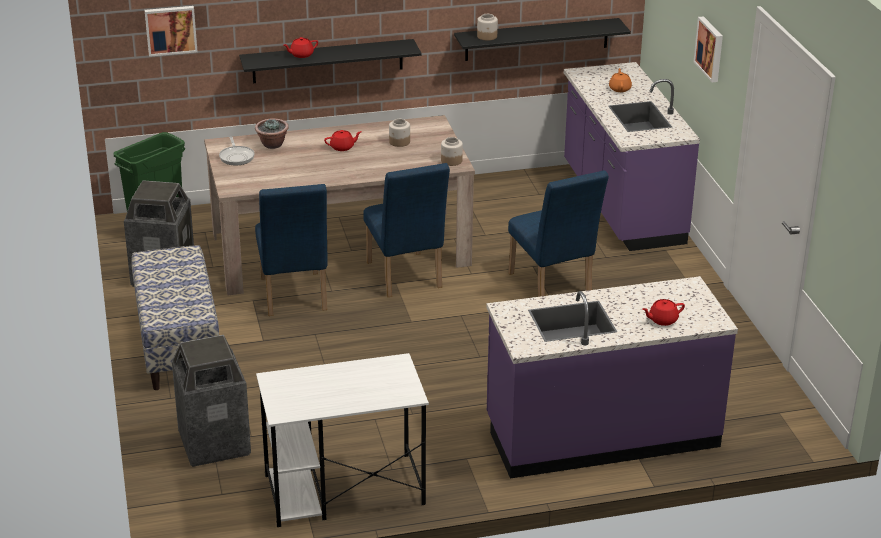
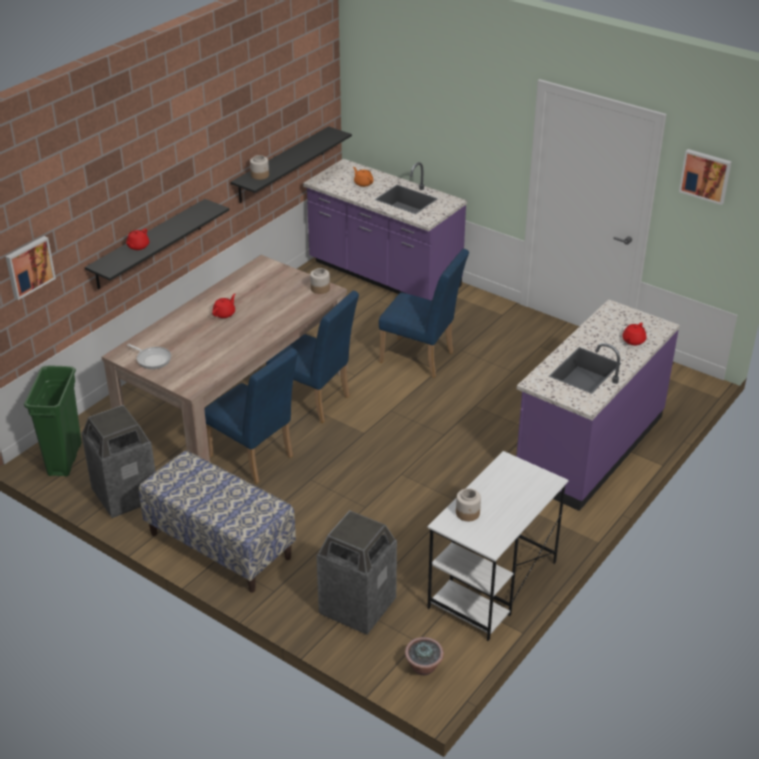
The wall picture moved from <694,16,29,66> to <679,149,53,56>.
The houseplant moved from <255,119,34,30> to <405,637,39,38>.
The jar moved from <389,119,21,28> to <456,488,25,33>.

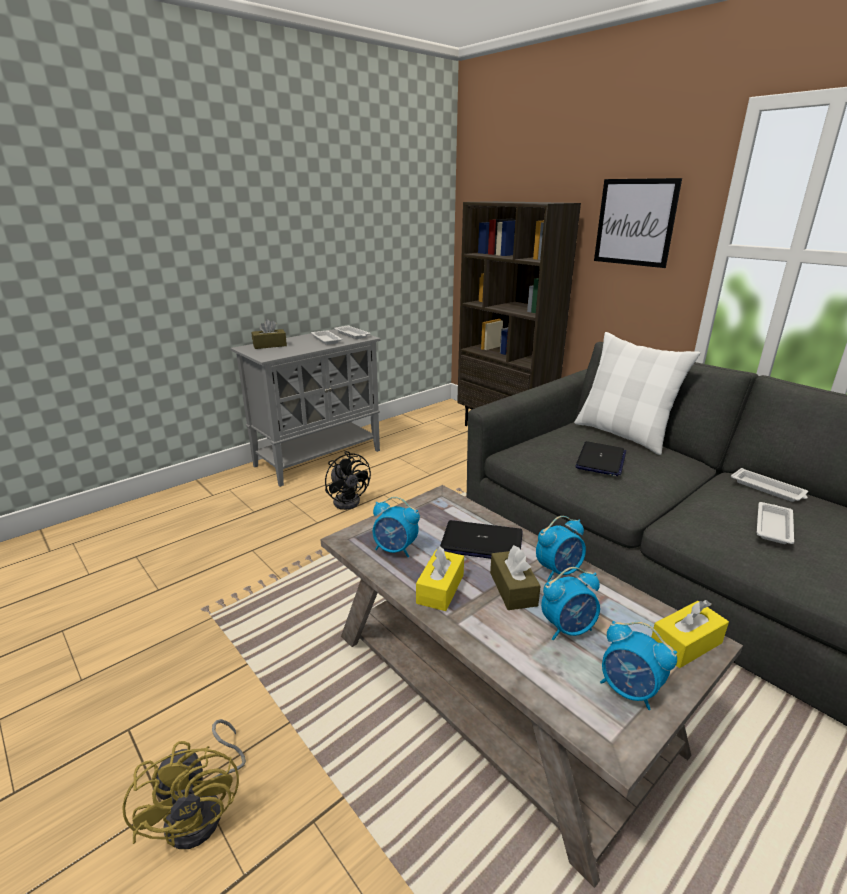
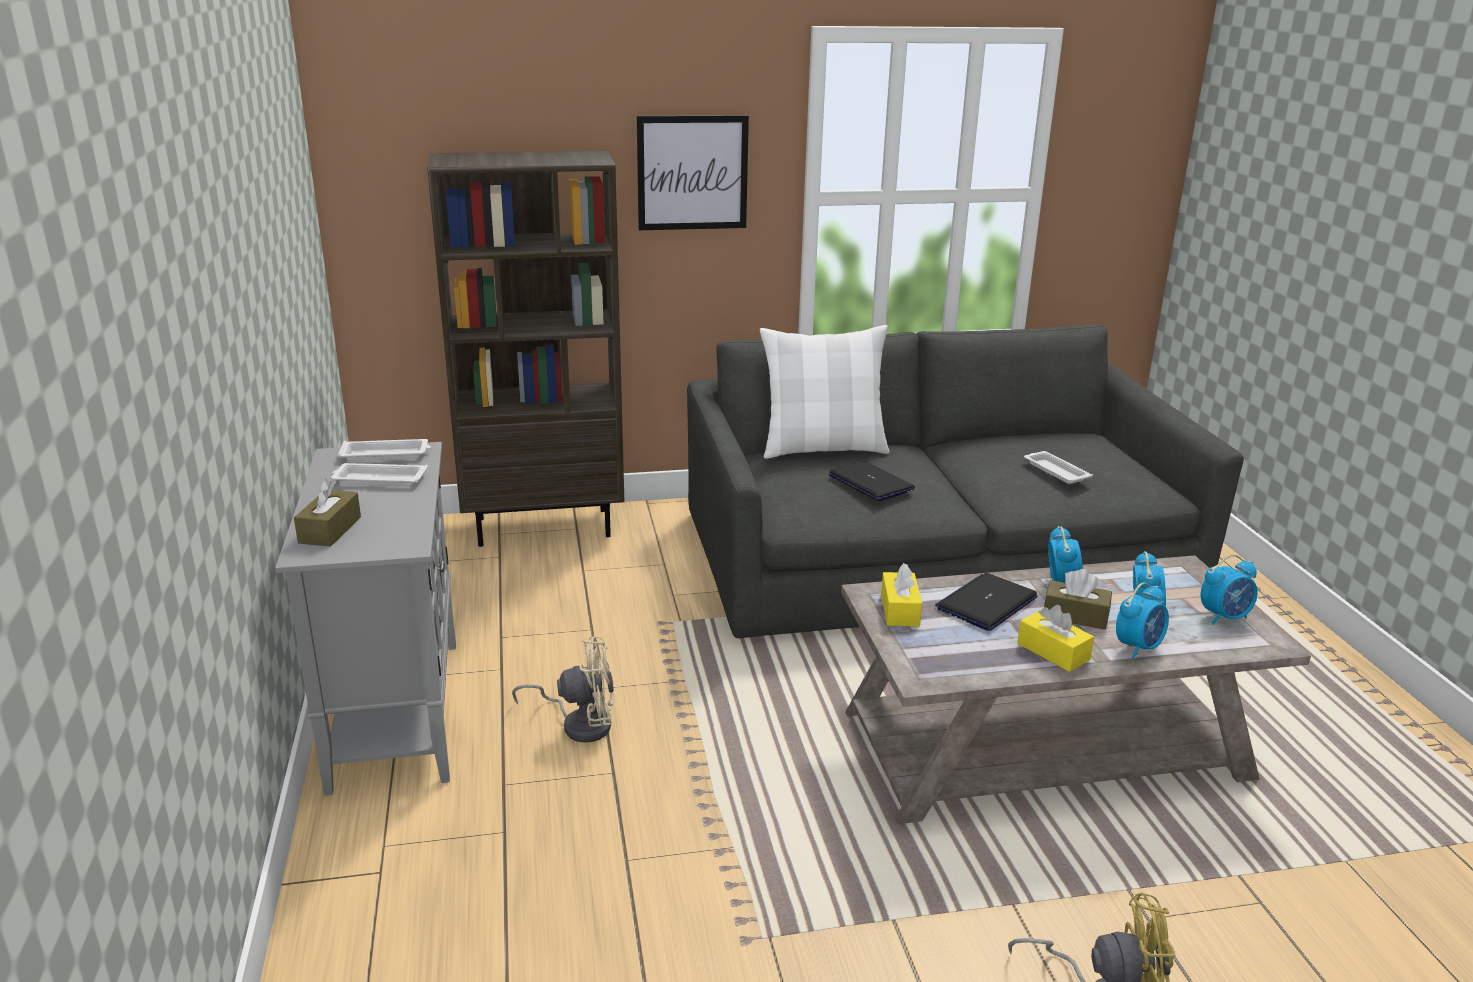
The electric fan (blackish) at <325,451,46,59> became the electric fan (sand-coloured) at <512,636,102,107>.
The tray (whitish) at <731,468,77,34> disappeared.
The alarm clock moved from <373,497,47,60> to <1116,583,53,76>.
The tissue box (yellow-coloured) moved from <651,600,78,68> to <881,563,41,63>.

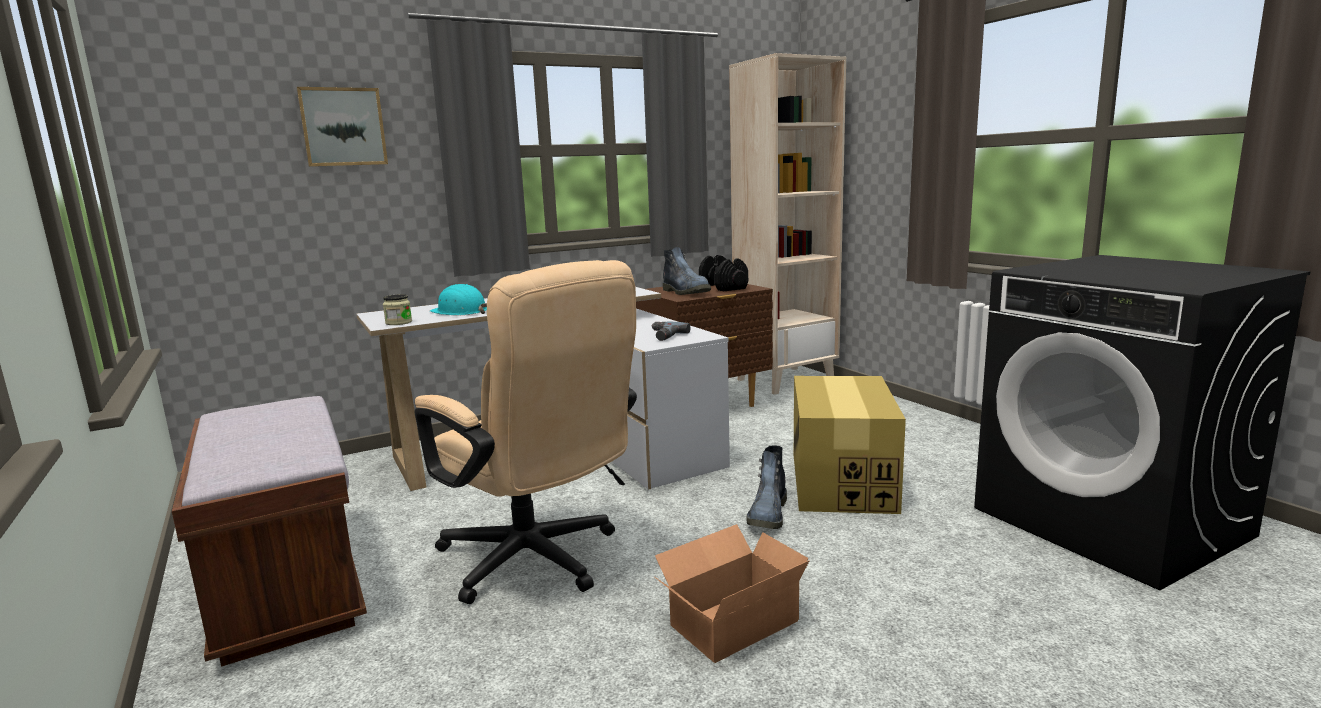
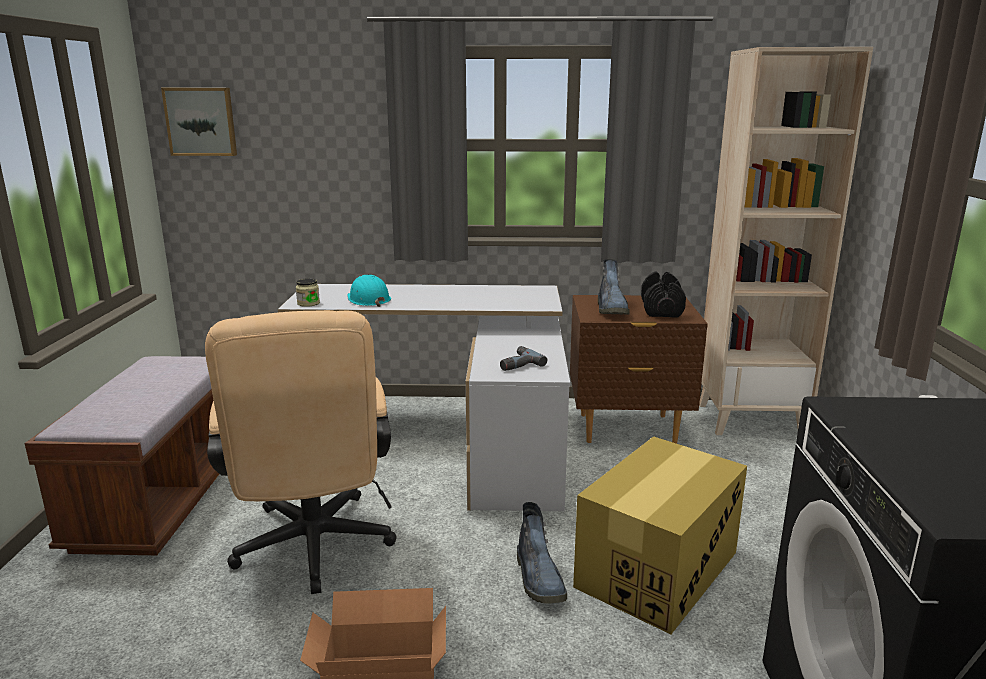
The wall picture moved from <297,87,91,80> to <161,88,76,68>.
The tall boot at <746,445,41,84> turned 60 degrees counterclockwise.

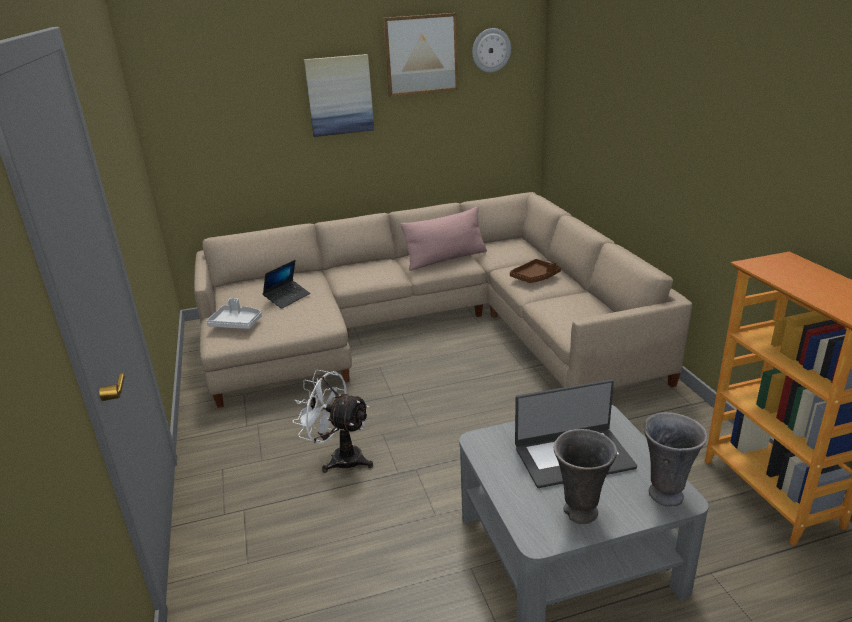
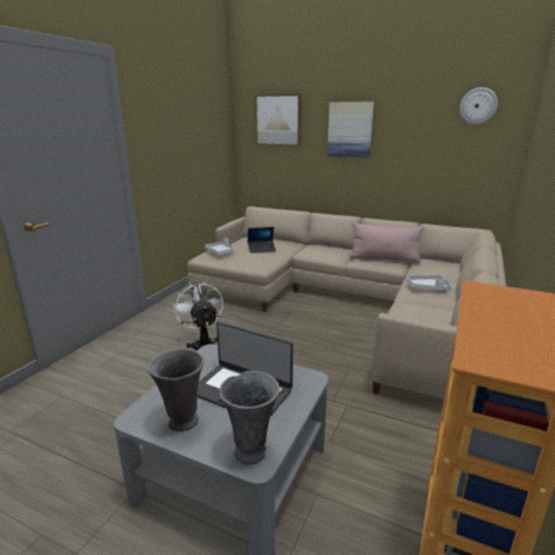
The wall picture moved from <383,13,75,84> to <255,94,46,52>.
The tray (brownish) at <510,259,51,24> became the tray (grey) at <406,275,46,15>.

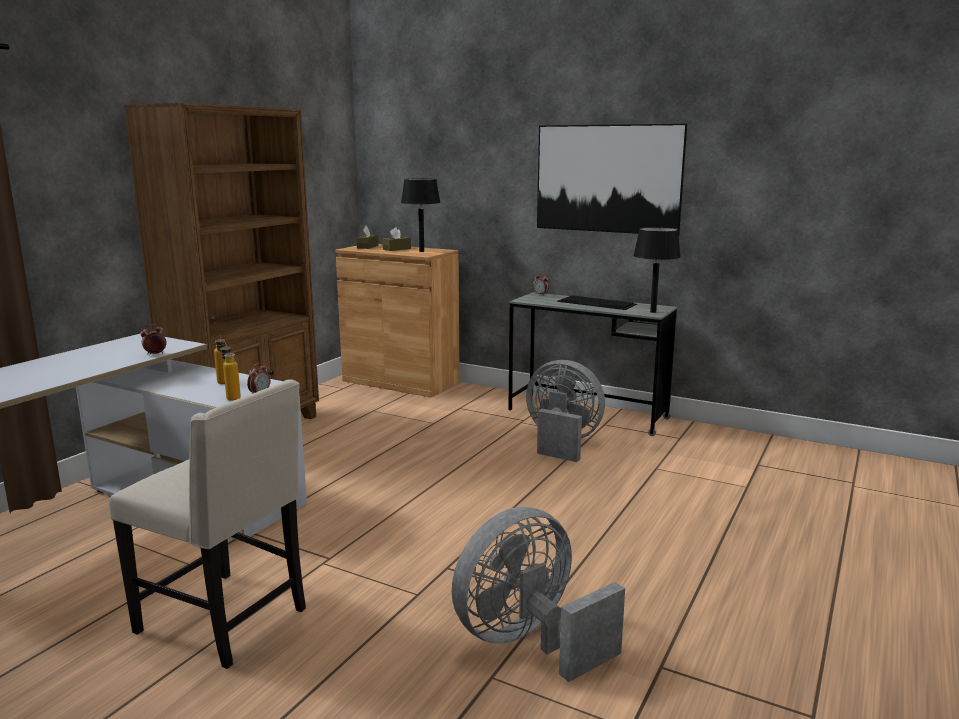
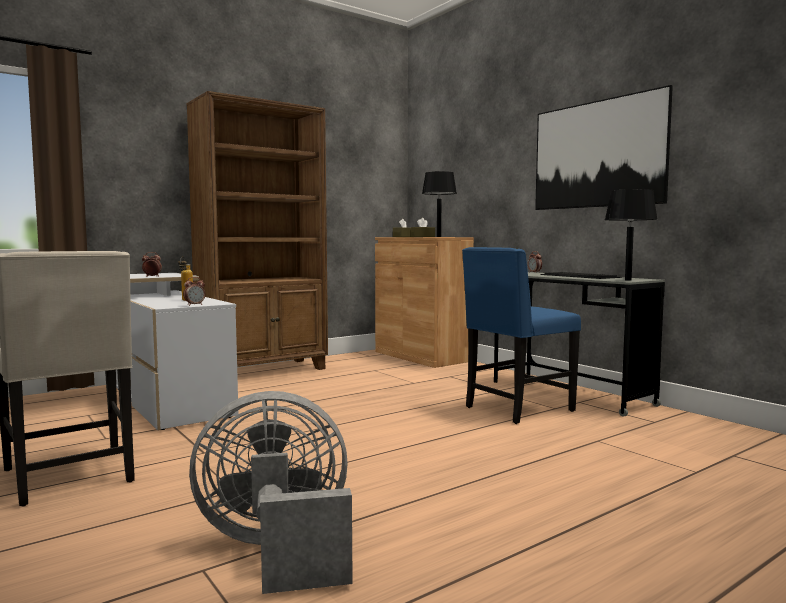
The bottle at <220,342,21,58> disappeared.
The electric fan (grey) at <526,360,79,102> was replaced by the plain chair (bluish) at <462,247,119,177>.

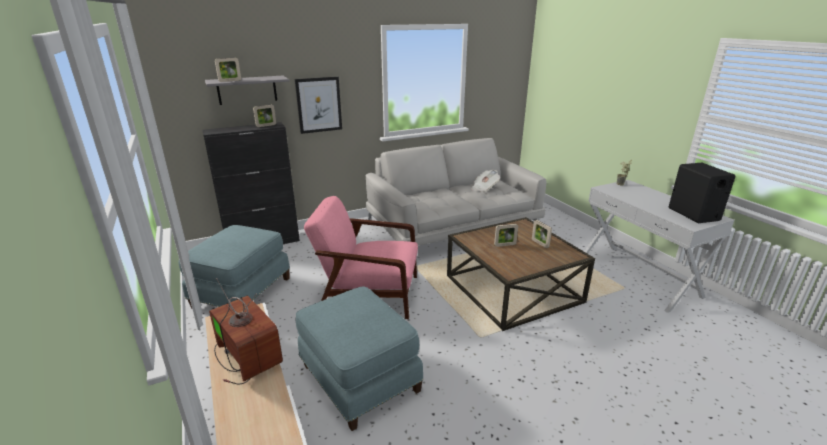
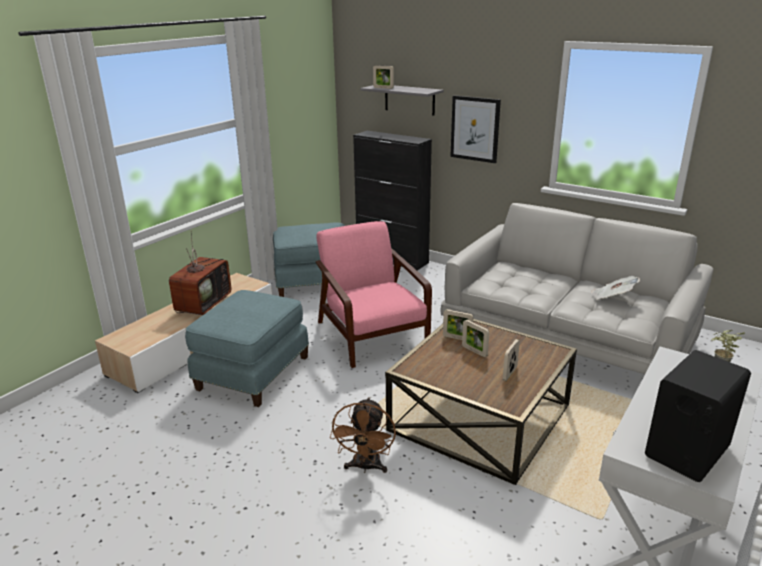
The picture frame moved from <253,105,23,22> to <443,309,31,31>.
The electric fan (brownish) at <330,397,66,76> appeared.

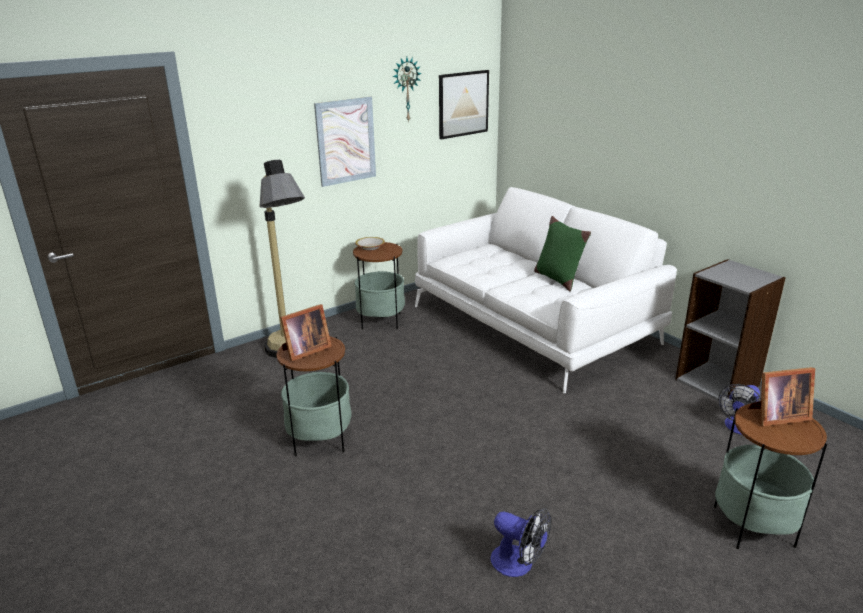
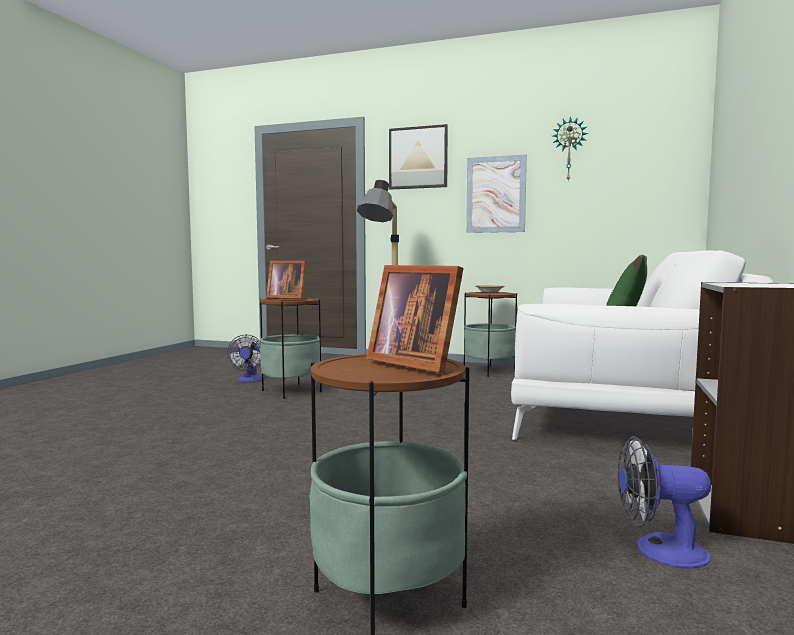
The wall picture moved from <439,70,50,69> to <389,124,59,66>.
The electric fan moved from <491,508,60,69> to <228,335,36,47>.

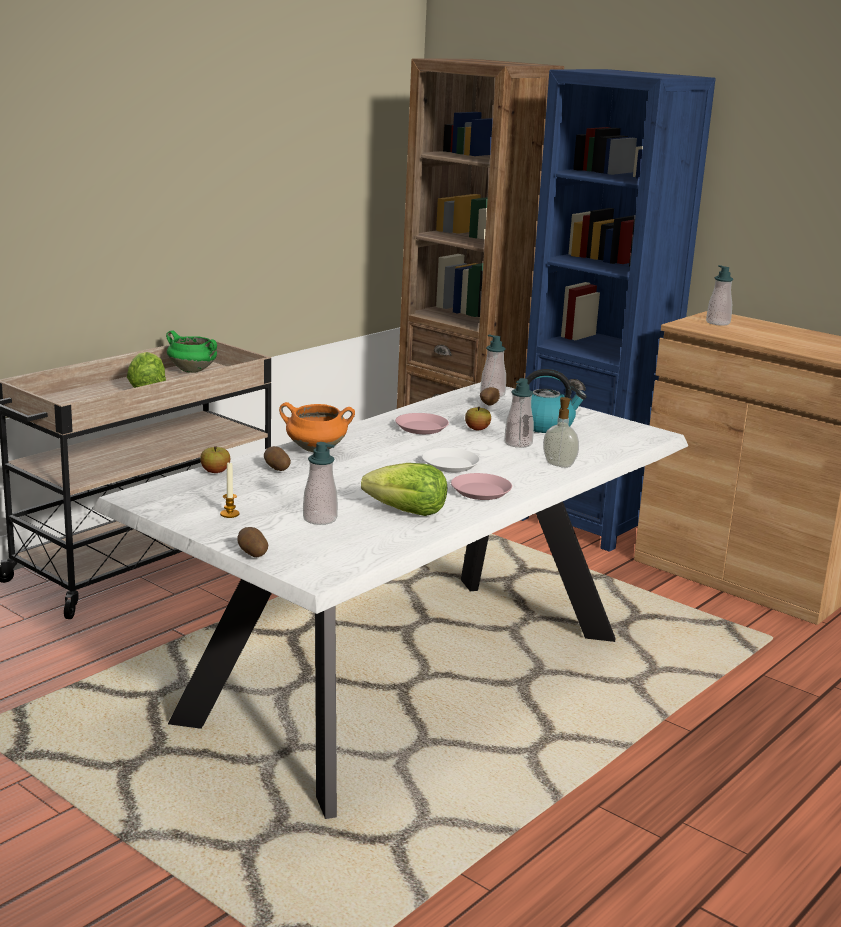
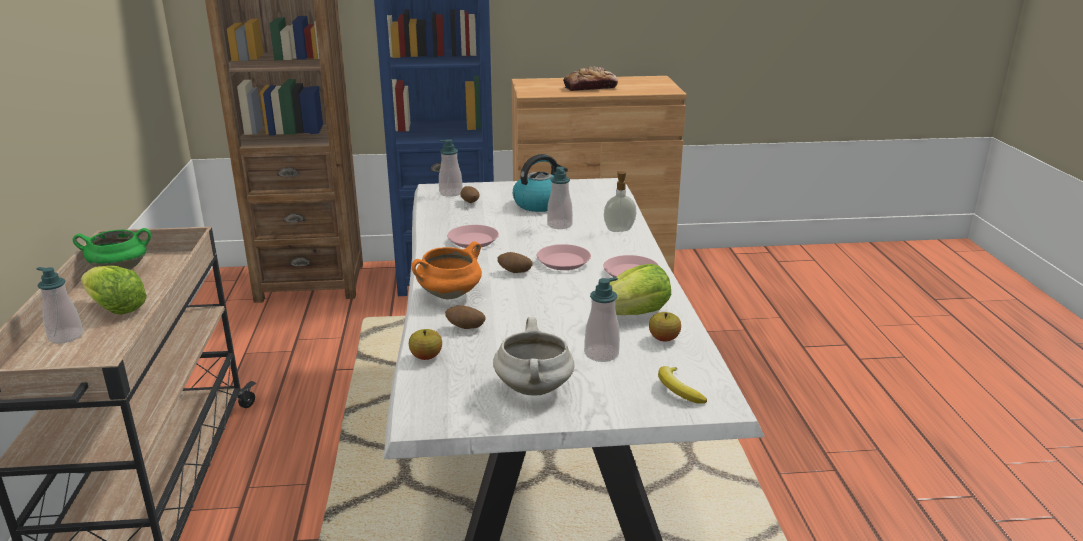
The soap dispenser moved from <706,265,27,61> to <36,267,47,77>.
The whole apple moved from <465,407,26,23> to <649,312,32,30>.
The plate (whitish) at <422,448,58,24> became the plate (pink) at <537,244,54,26>.
The wax light at <220,461,19,57> was replaced by the stockpot (whitish) at <493,317,81,78>.
The potato moved from <237,527,31,30> to <497,252,36,21>.
The bread at <563,66,55,25> appeared.
The whole banana at <658,366,49,38> appeared.

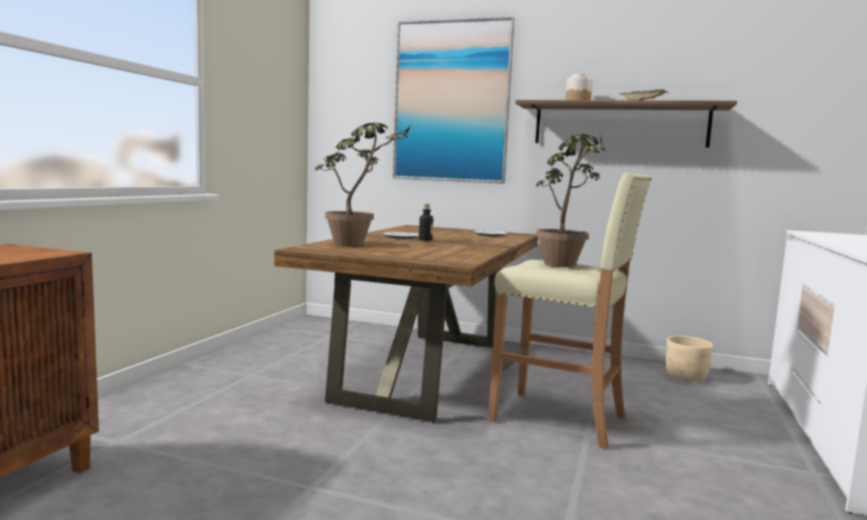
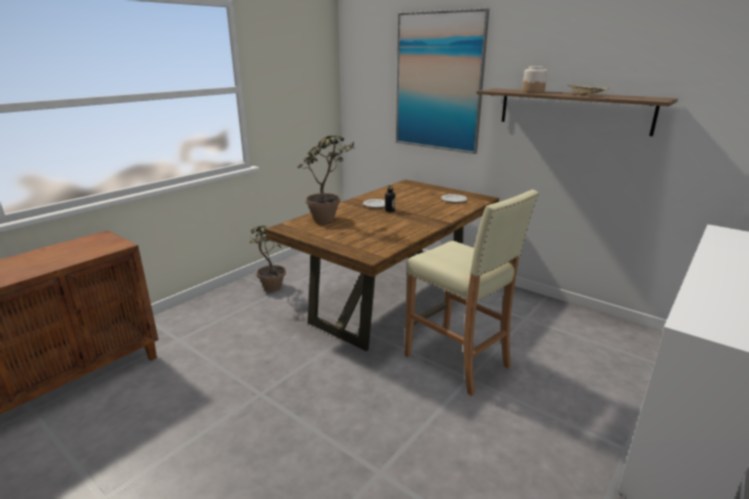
The houseplant moved from <535,133,71,134> to <250,226,36,66>.
The flower pot (sand-coloured) at <666,336,47,46> disappeared.

